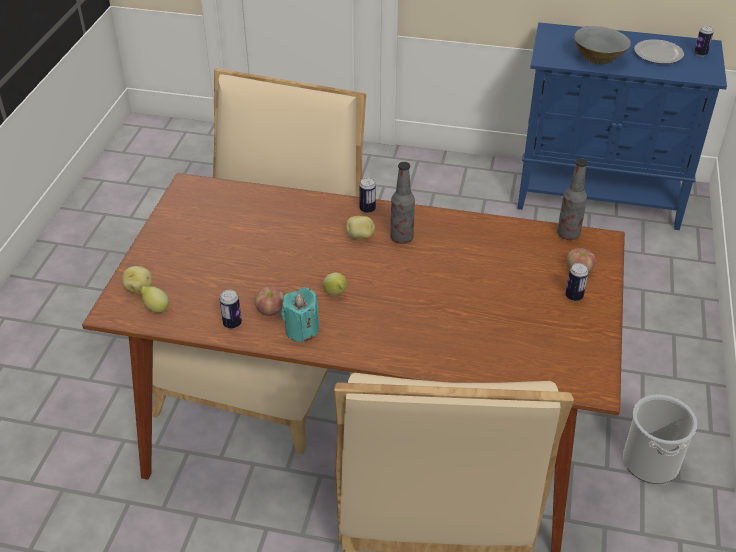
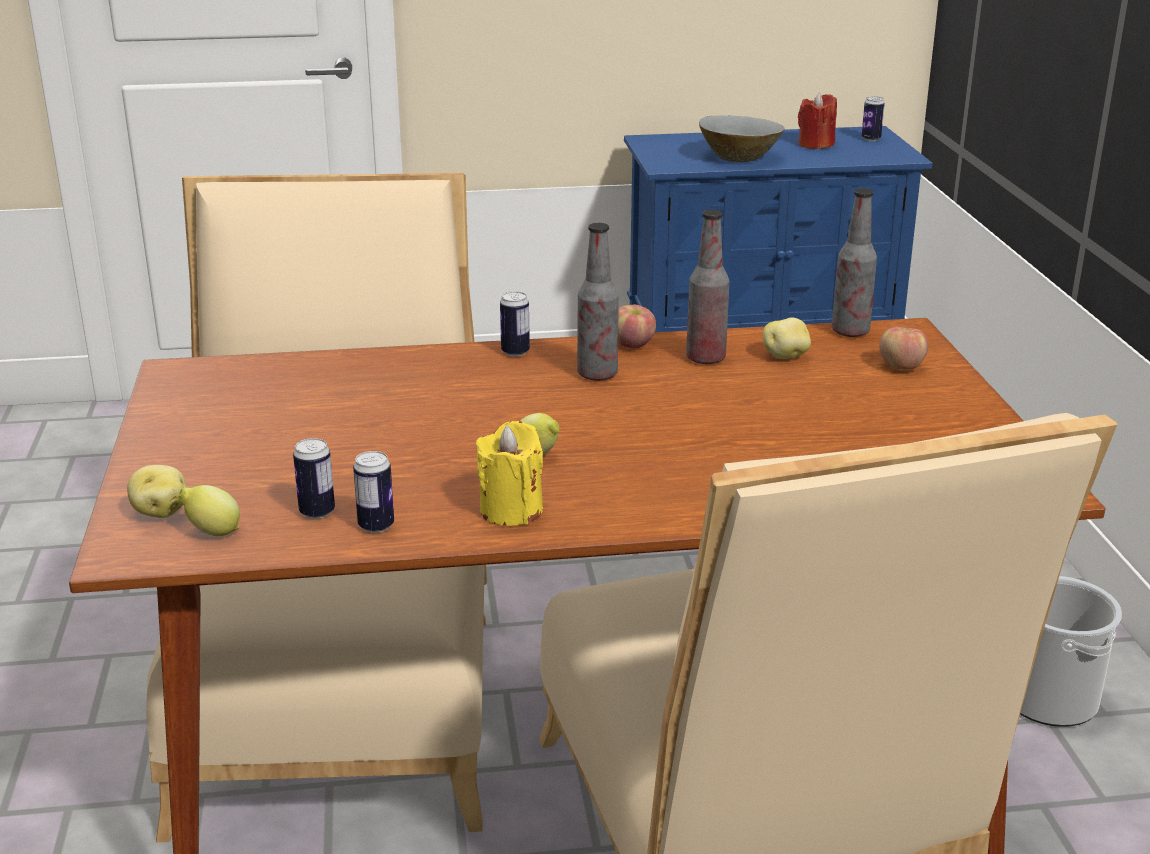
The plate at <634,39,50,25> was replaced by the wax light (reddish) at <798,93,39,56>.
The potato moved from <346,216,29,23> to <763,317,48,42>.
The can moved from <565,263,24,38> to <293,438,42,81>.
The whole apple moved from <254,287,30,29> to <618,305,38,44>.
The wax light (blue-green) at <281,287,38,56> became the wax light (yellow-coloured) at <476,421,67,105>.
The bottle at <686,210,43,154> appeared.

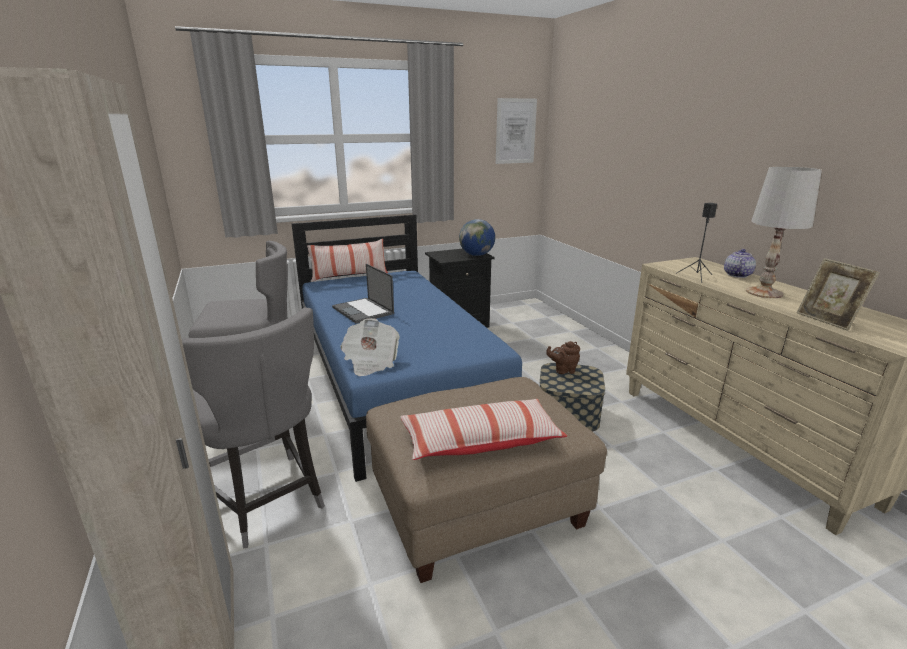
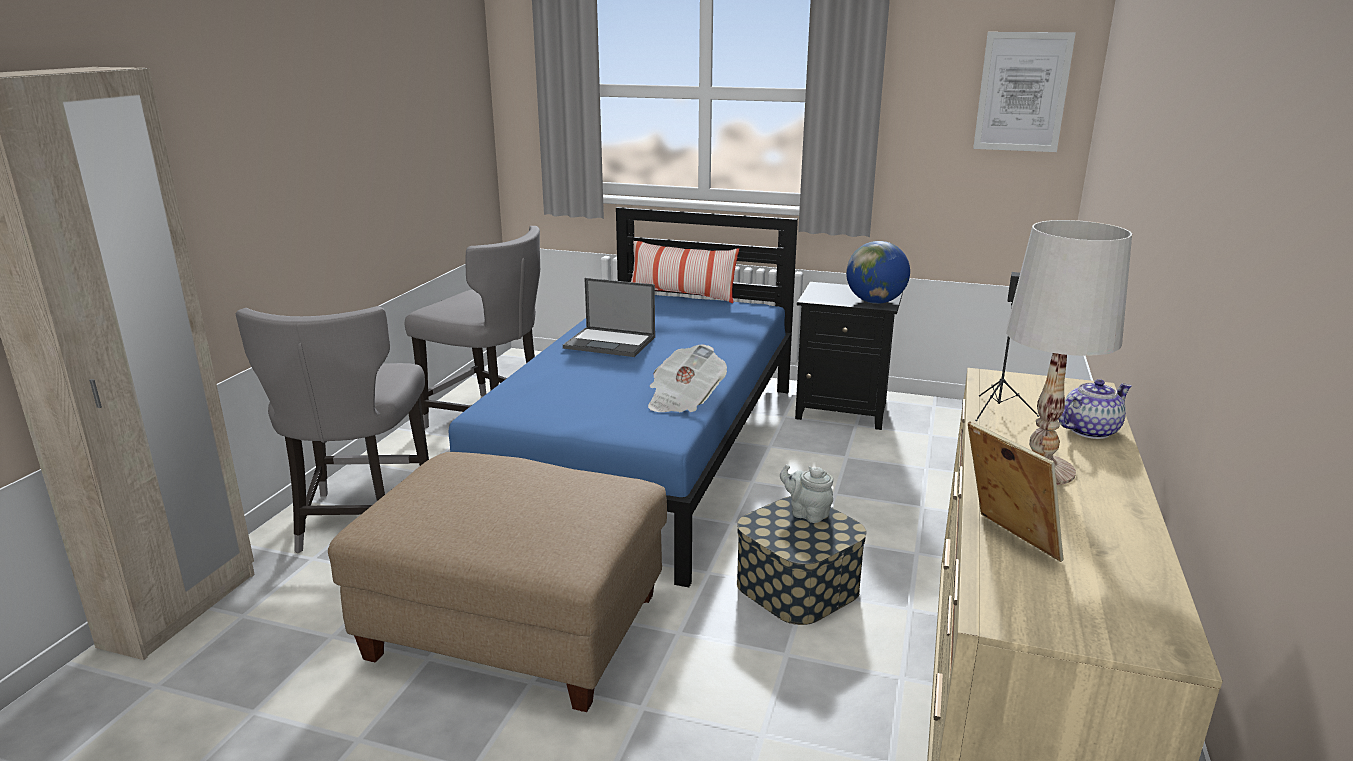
The picture frame at <797,258,83,73> turned 135 degrees clockwise.
The notebook computer at <332,264,62,59> turned 75 degrees counterclockwise.
The daily paper moved from <341,318,59,58> to <648,344,79,68>.
The tea pot (brownish) at <546,341,34,33> became the tea pot (grey) at <780,464,53,59>.
The throw pillow at <401,399,166,61> disappeared.

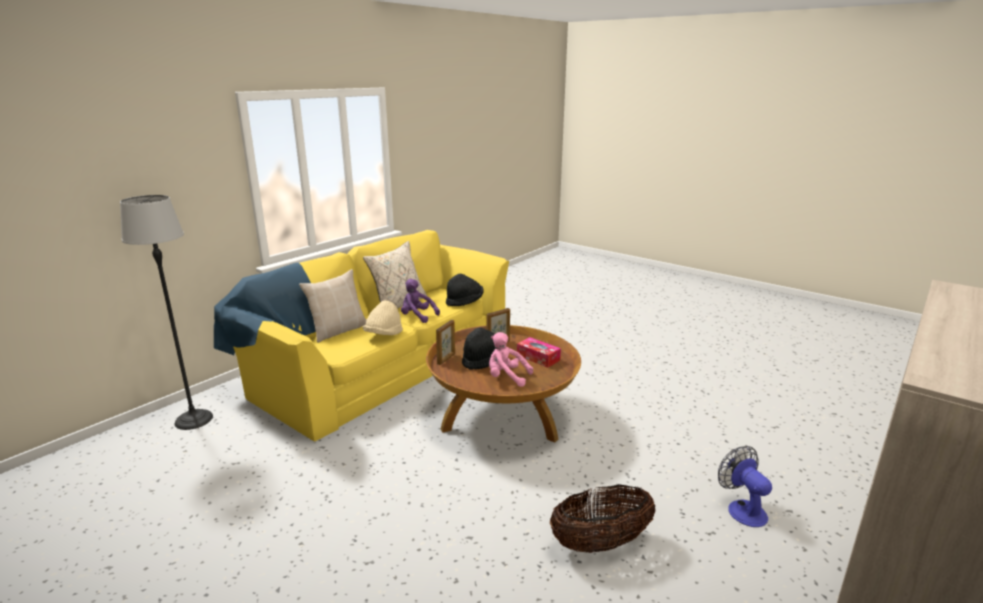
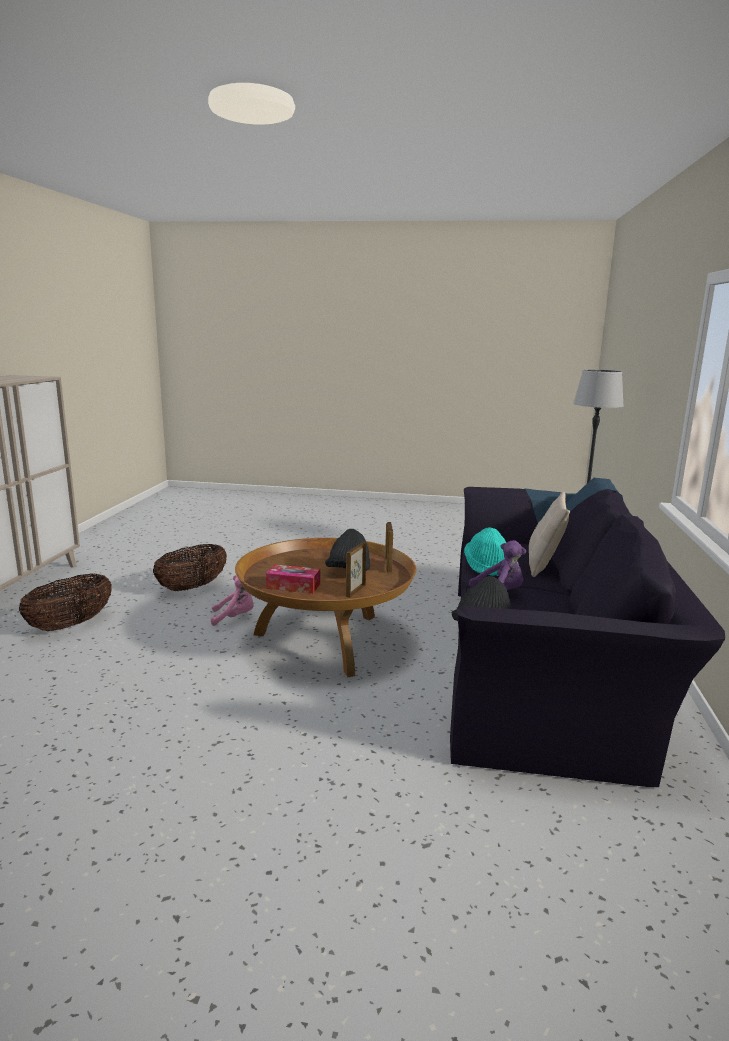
The settee (yellow-coloured) at <214,230,295,212> became the settee (blackish) at <450,478,275,309>.
The throw pillow (sand-coloured) at <363,241,64,68> disappeared.
The clothing hat (sand-coloured) at <363,300,40,35> became the clothing hat (blue-green) at <464,527,42,49>.
The soft toy (pink) moved from <489,332,44,55> to <211,575,43,51>.
The electric fan at <718,446,54,81> was replaced by the household basket at <19,574,93,57>.

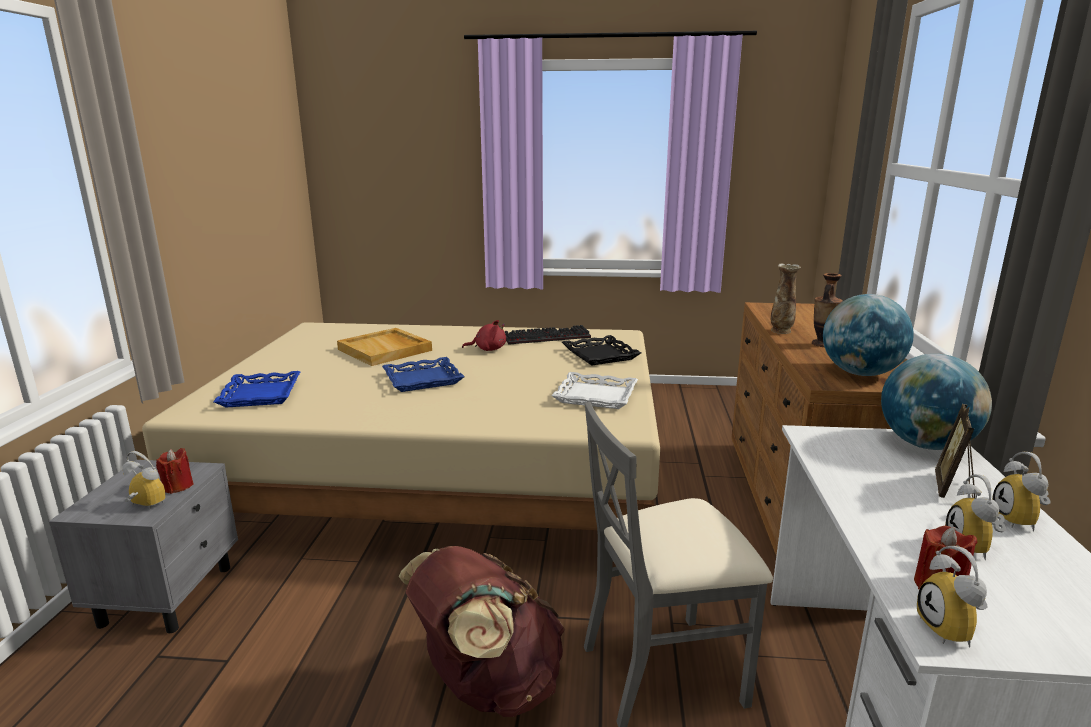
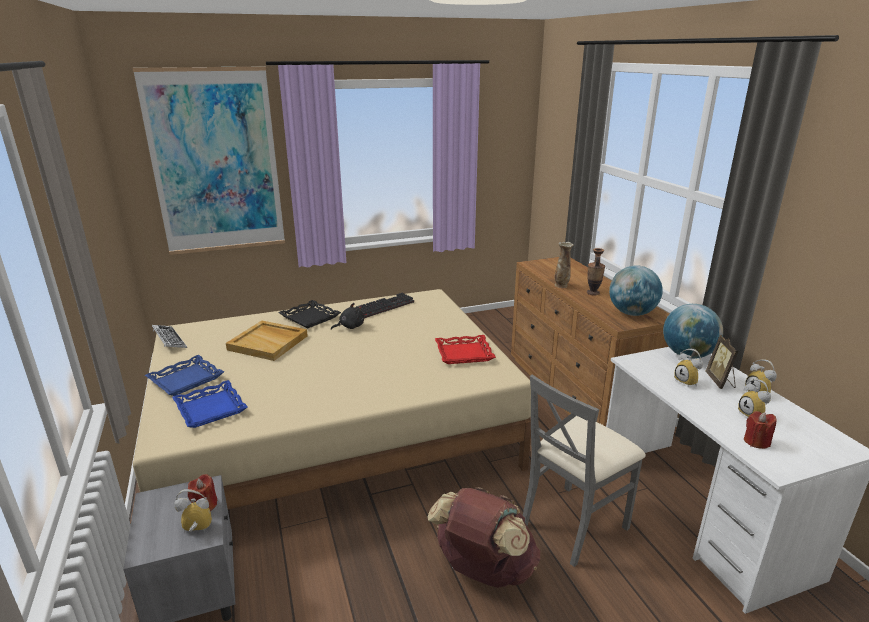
The soft toy (reddish) at <462,320,44,31> became the soft toy (blackish) at <331,303,33,27>.
The tray (blackish) moved from <562,335,79,31> to <278,300,63,29>.
The tray (bluish) moved from <382,357,83,35> to <145,355,79,41>.
The tray (whitish) at <551,372,87,37> became the tray (reddish) at <435,335,61,29>.
The alarm clock moved from <917,546,70,102> to <674,349,29,37>.
The wall picture at <133,67,152,188> appeared.
The computer keyboard at <152,325,35,23> appeared.

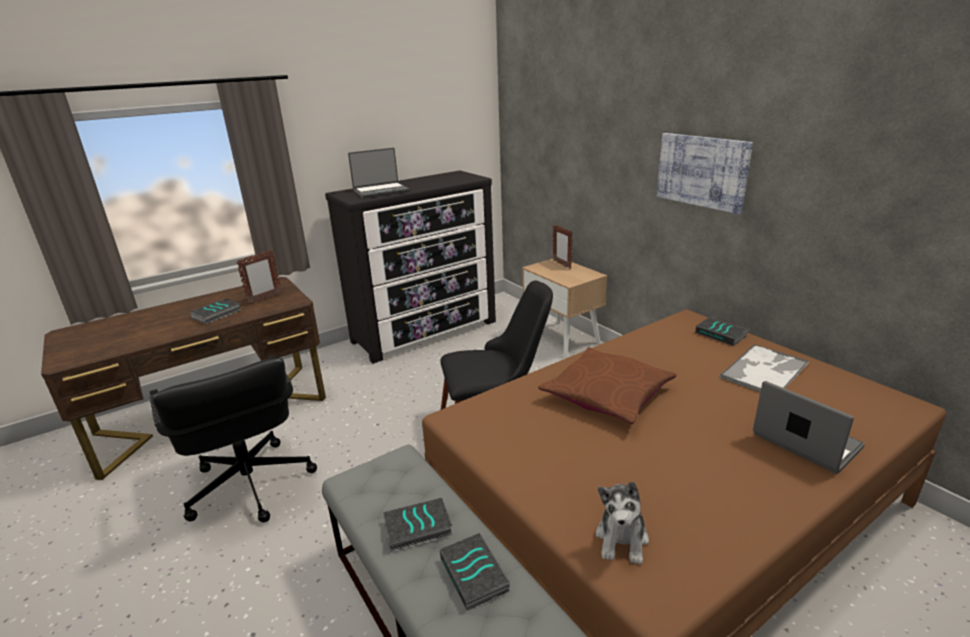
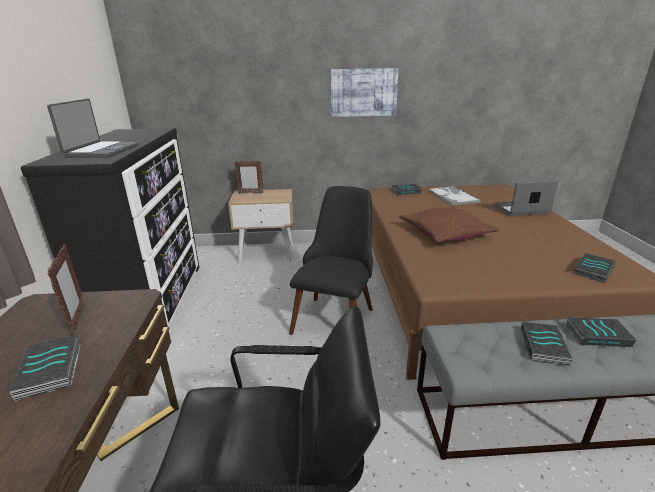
The soft toy at <596,482,53,83> was replaced by the volume at <573,253,43,30>.

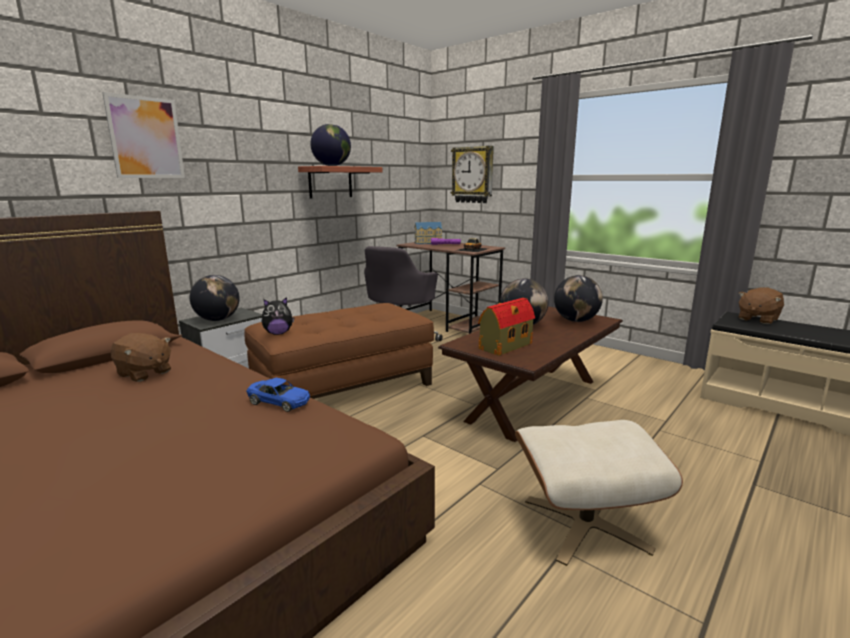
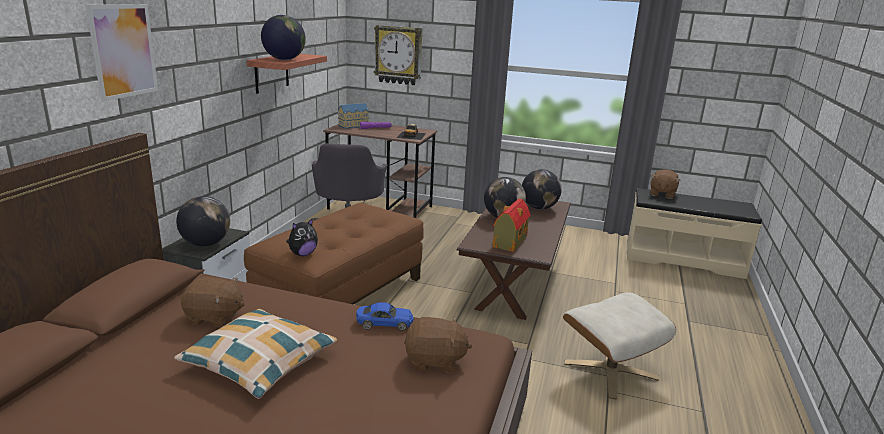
The throw pillow at <174,309,163,90> appeared.
The soft toy (brownish) at <404,317,68,56> appeared.

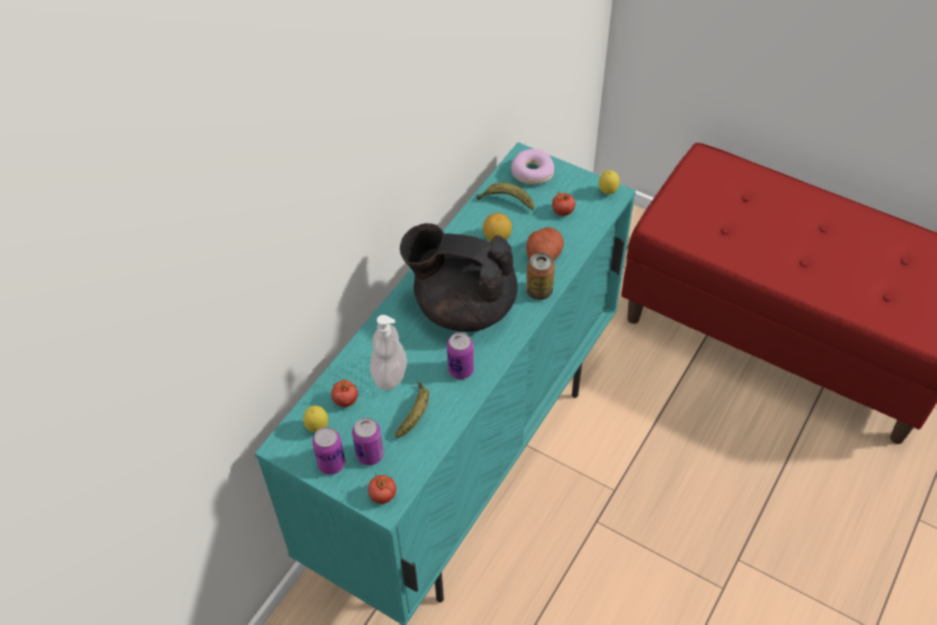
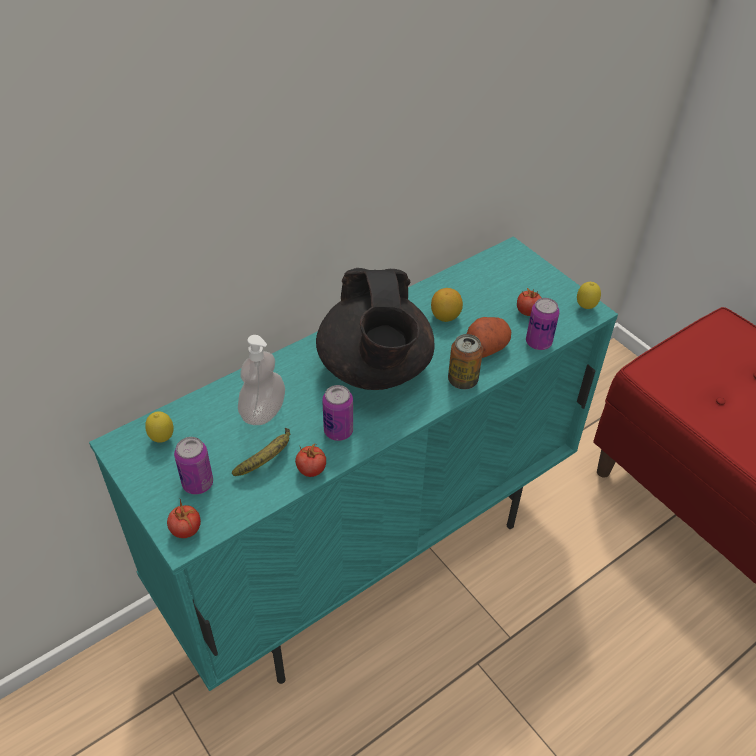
The donut at <511,149,43,36> disappeared.
The whole banana at <477,183,57,27> disappeared.
The tea pot (blackish) at <400,223,118,109> turned 135 degrees counterclockwise.
The tomato moved from <331,378,27,29> to <295,444,31,33>.
The can moved from <312,427,33,48> to <526,298,34,52>.

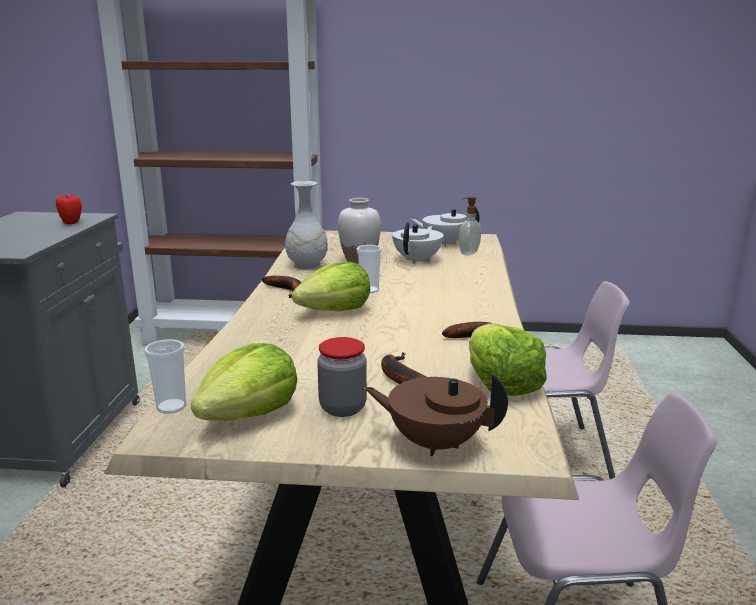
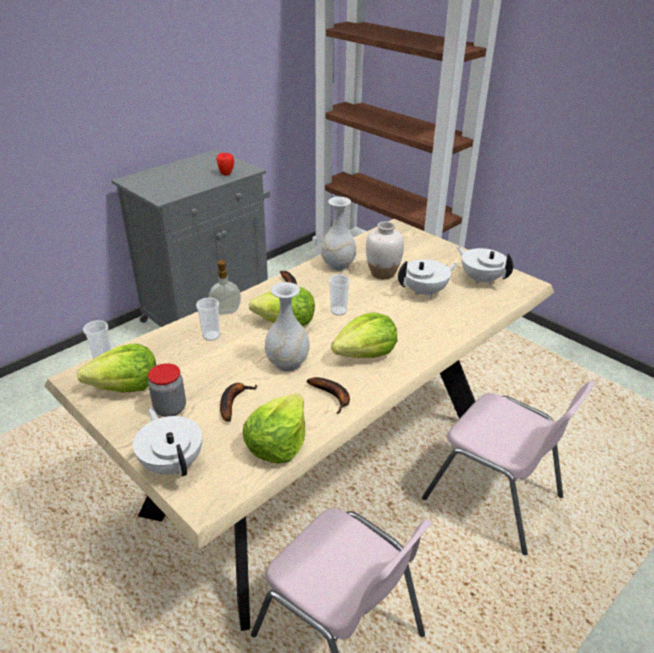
The soap dispenser moved from <459,197,22,59> to <209,259,32,56>.
The tea pot (brownish) at <364,374,144,82> became the tea pot (whitish) at <133,408,69,69>.
The vase (whitish) at <265,282,44,90> appeared.
The cup at <196,297,24,44> appeared.
The lettuce head at <331,313,66,45> appeared.

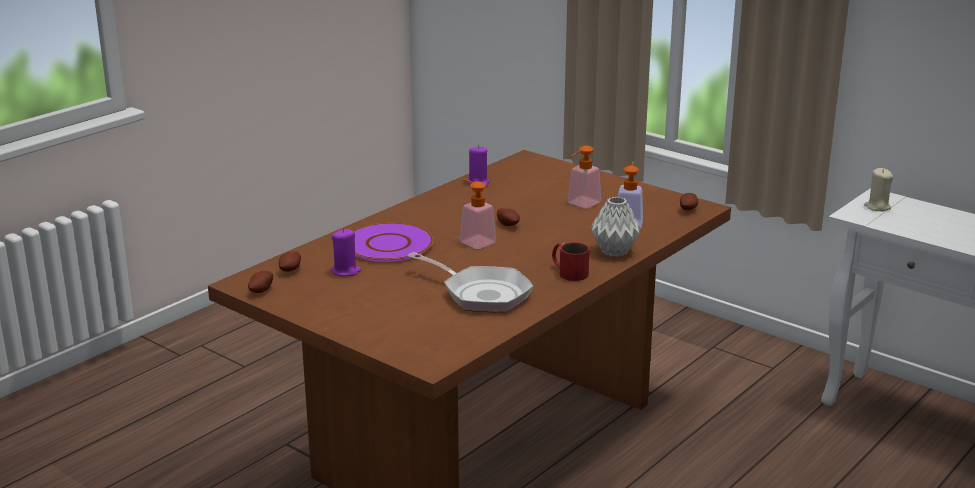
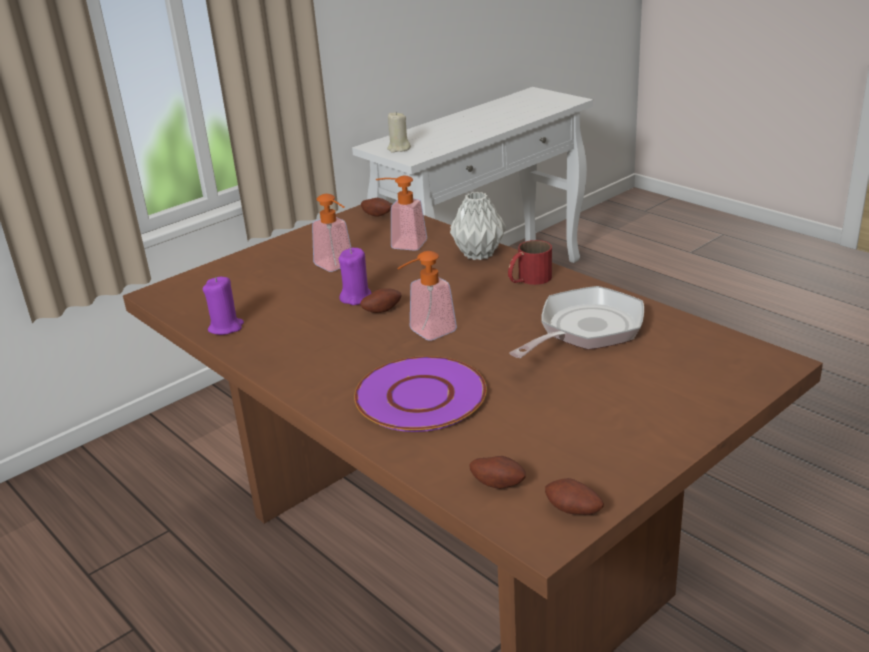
The wax light (purple) moved from <331,229,30,47> to <339,248,32,57>.

